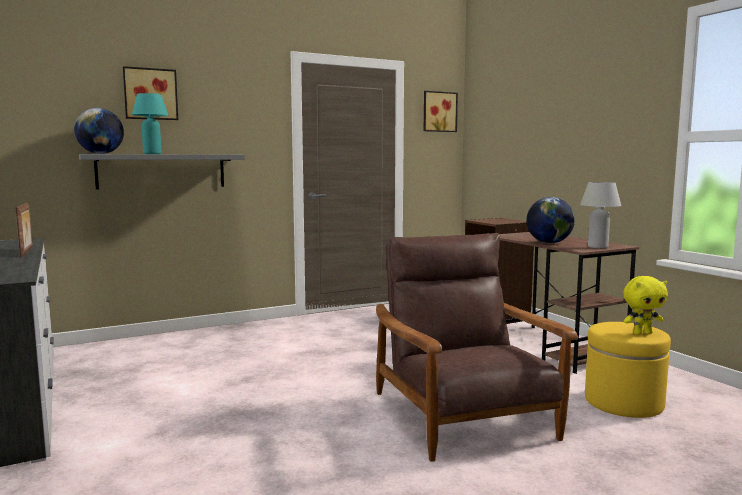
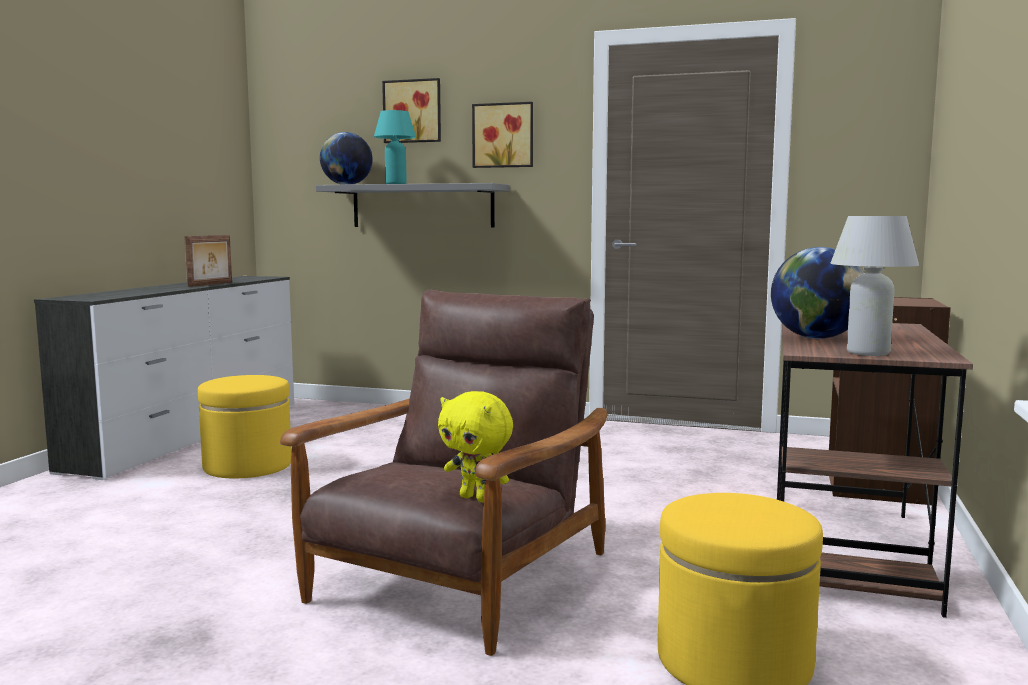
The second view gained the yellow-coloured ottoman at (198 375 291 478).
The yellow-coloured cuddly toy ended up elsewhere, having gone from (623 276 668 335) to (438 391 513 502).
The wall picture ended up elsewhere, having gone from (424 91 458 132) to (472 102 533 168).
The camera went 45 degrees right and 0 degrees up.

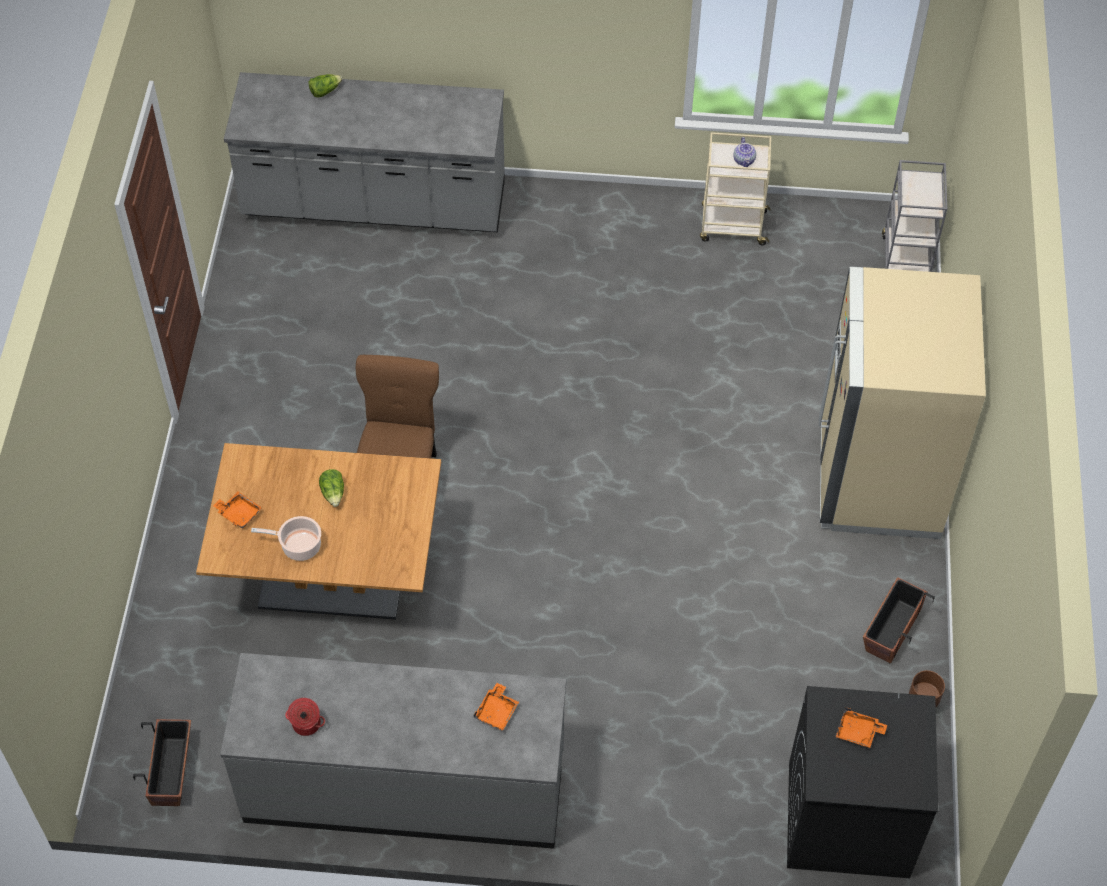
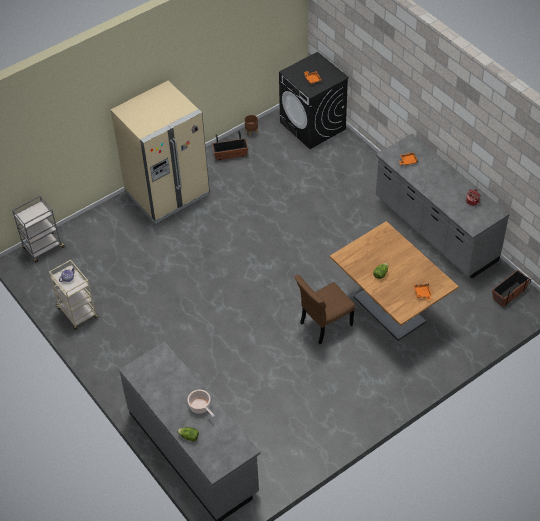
The stockpot ended up elsewhere, having gone from (251 516 321 561) to (187 390 215 417).
The camera went 130 degrees left and 5 degrees down.

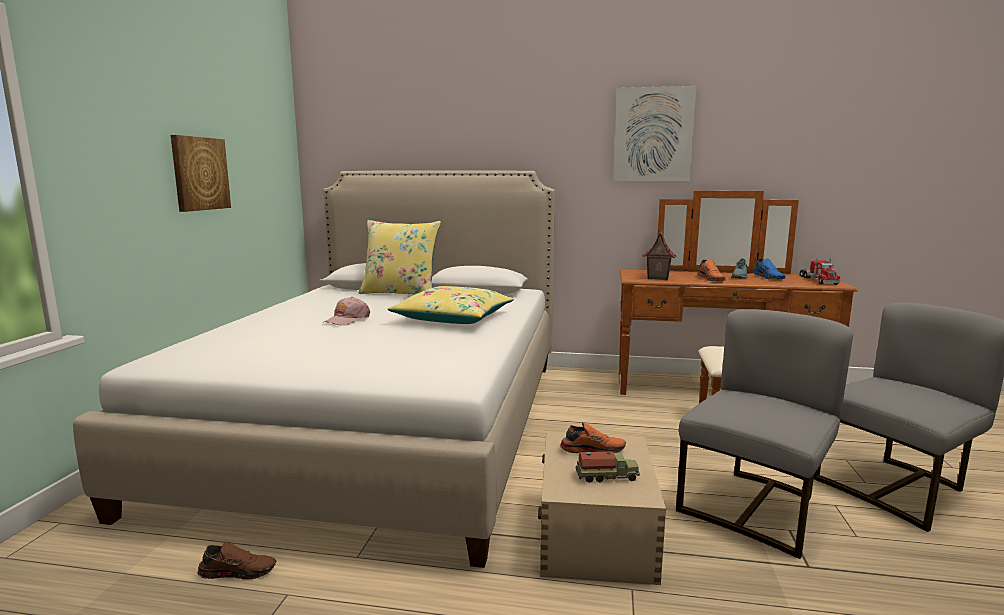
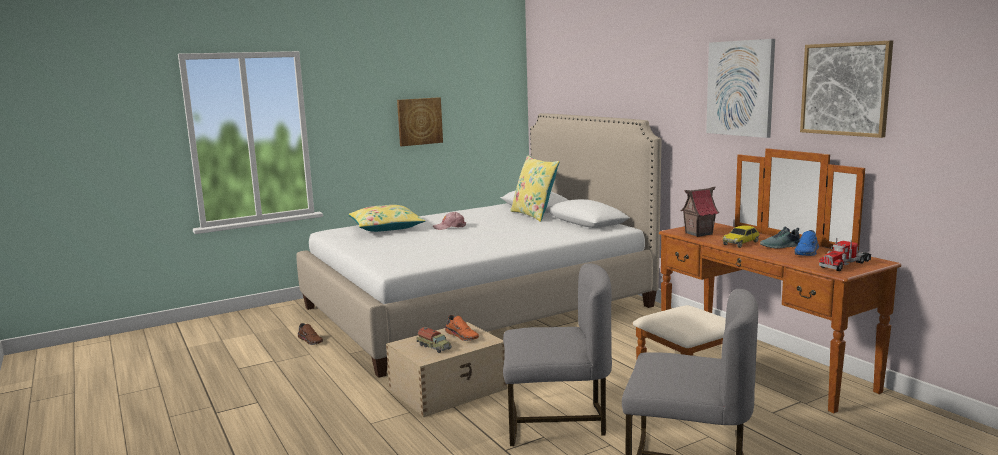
The yellow-coloured pillow ended up elsewhere, having gone from (387 286 514 324) to (348 205 425 232).
Where the orangey shoe stood at (697 260 726 281), the miniature car came to stand at (723 225 759 248).
The second view gained the wall picture at (800 41 893 138).
The camera went 50 degrees right and 0 degrees up.

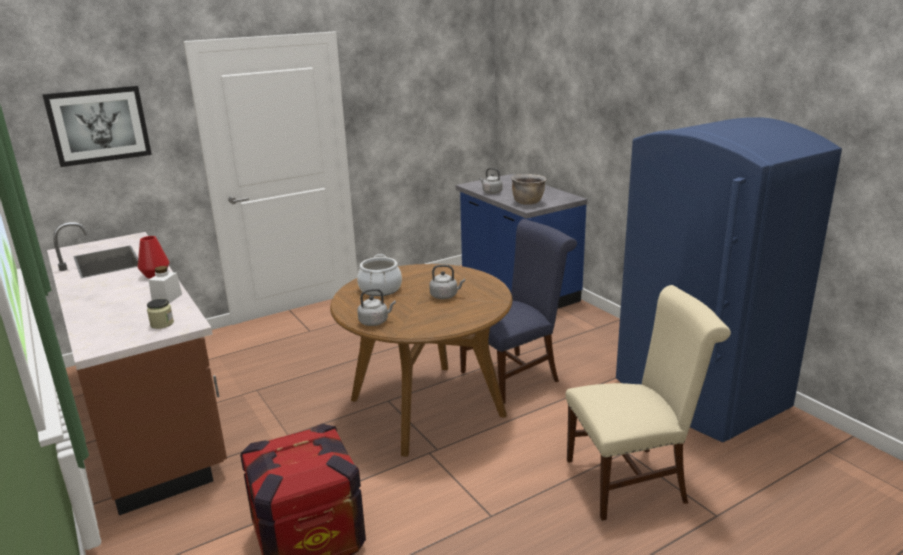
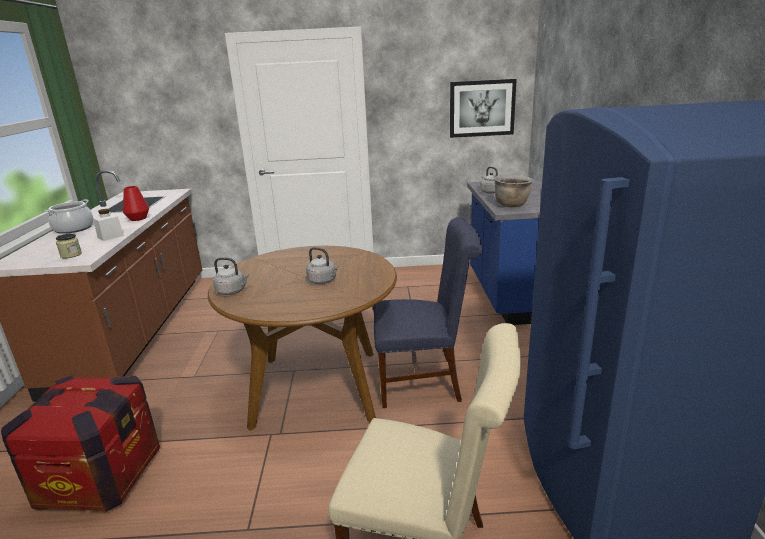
The stockpot ended up elsewhere, having gone from (357 254 402 296) to (44 200 93 234).
The wall picture ended up elsewhere, having gone from (42 86 152 167) to (450 79 517 138).
The camera went 30 degrees right and 0 degrees up.

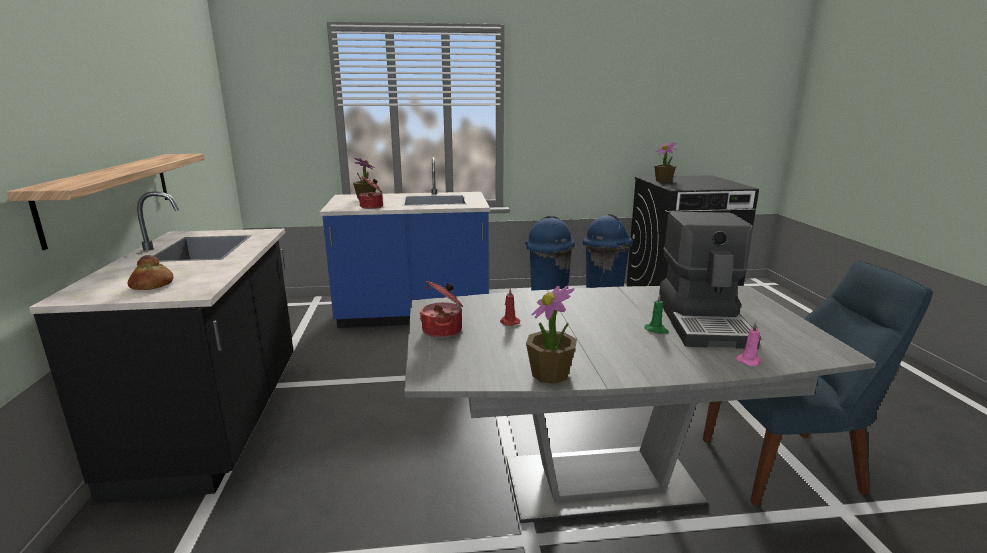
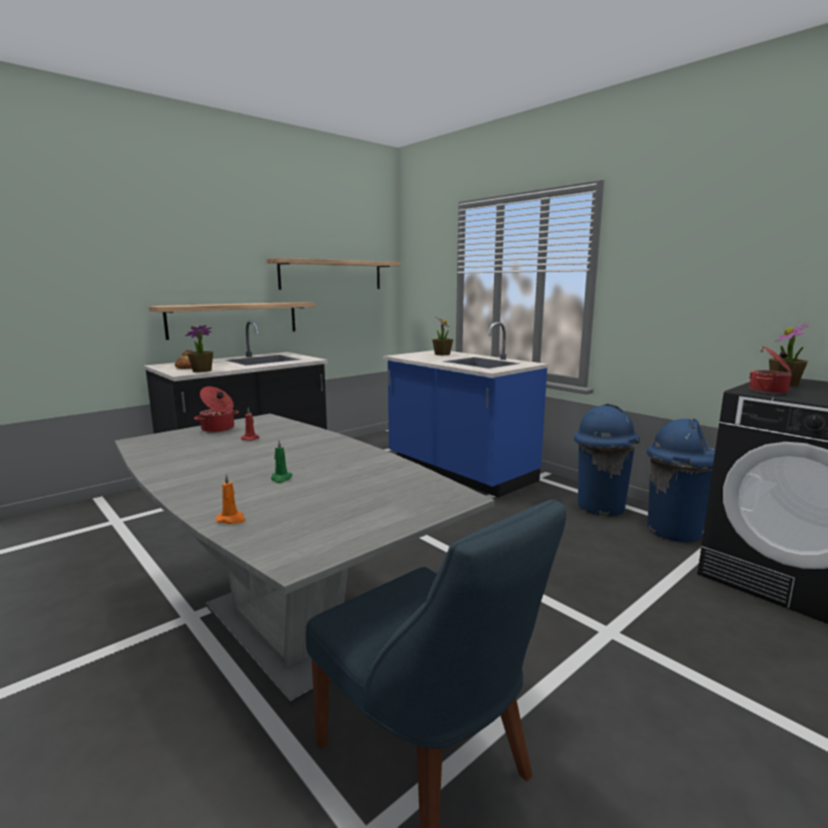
The potted plant ended up elsewhere, having gone from (526 284 577 384) to (185 325 213 372).
What was the pink wax light at (736 322 762 366) turned into the orangey wax light at (216 473 246 524).
The second view gained the bracket shelf at (267 258 400 290).
The stockpot ended up elsewhere, having gone from (358 177 383 209) to (749 346 792 394).
The second view lost the coffee brewer at (659 212 761 349).
The camera went 55 degrees right and 5 degrees down.

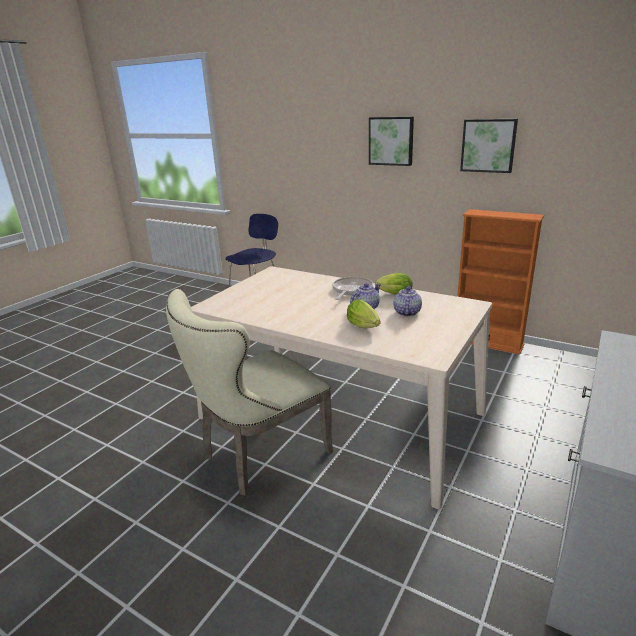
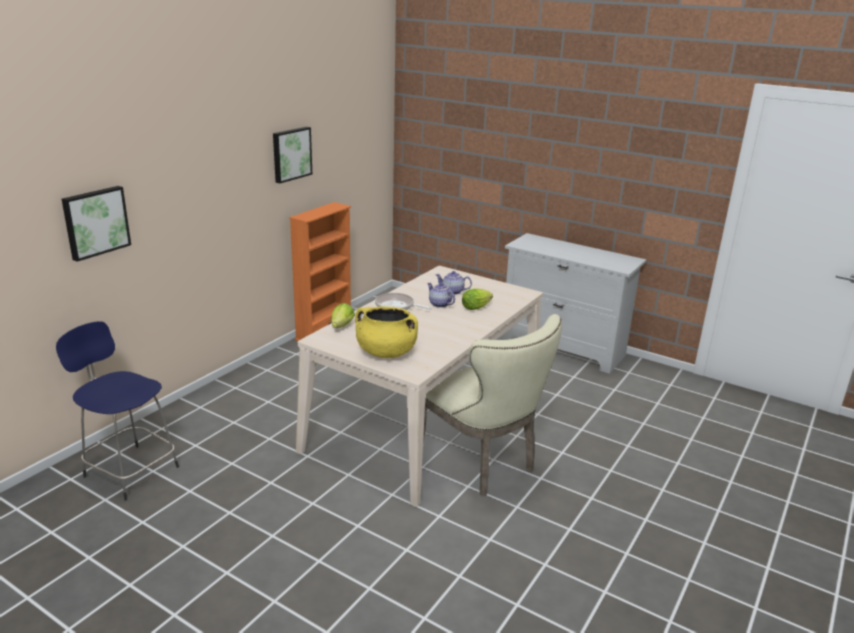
The wall picture ended up elsewhere, having gone from (369 116 414 166) to (62 186 131 262).
The head of lettuce ended up elsewhere, having gone from (375 273 413 295) to (331 303 355 328).
The second view gained the yellow-coloured stockpot at (355 306 418 358).
The camera went 90 degrees left and 0 degrees up.

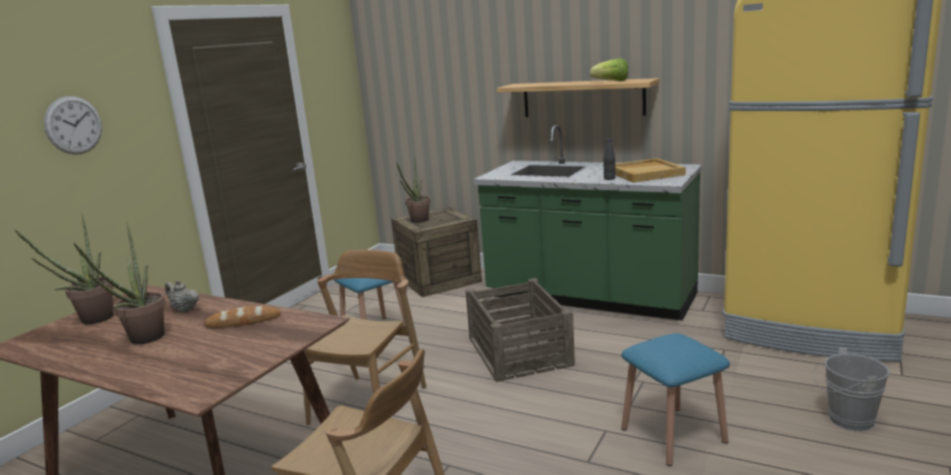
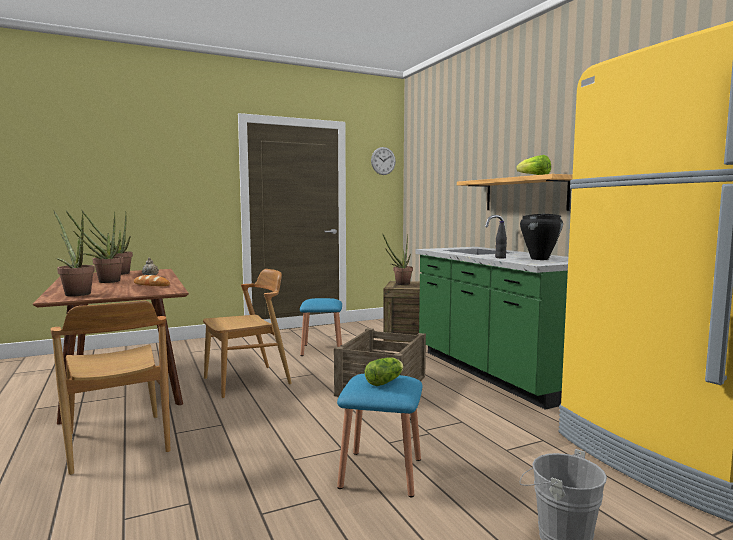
The second view gained the potted plant at (53 210 95 296).
The second view gained the head of lettuce at (365 357 404 386).
The clock on the wall ended up elsewhere, having gone from (44 96 102 155) to (371 147 396 175).
Where the beige-coloured carrying tray stood at (615 158 686 183), the black stockpot came to stand at (520 214 563 260).
The camera went 35 degrees right and 10 degrees down.

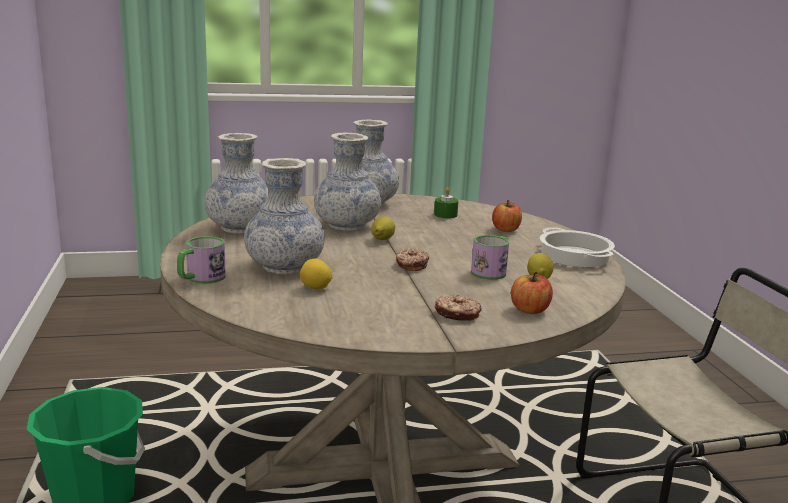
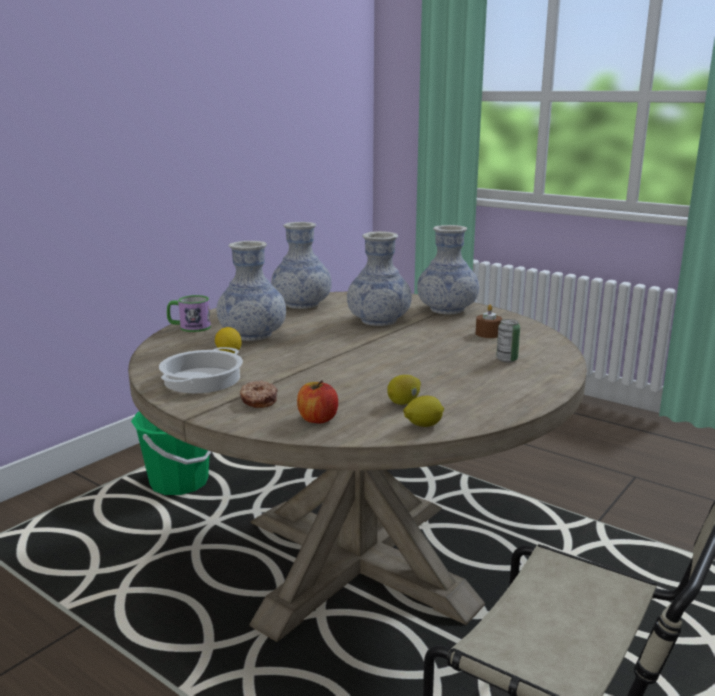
The stockpot ended up elsewhere, having gone from (540 228 615 267) to (159 347 243 393).
The lemon ended up elsewhere, having gone from (371 216 395 240) to (403 396 444 427).
What was the green wax light at (434 187 459 218) turned into the brown wax light at (476 305 502 338).
Where the apple fruit stood at (492 200 522 232), the can came to stand at (496 319 520 363).
The second view lost the donut at (396 248 429 271).
The second view lost the coffee mug at (471 235 509 280).
The camera went 50 degrees right and 0 degrees up.

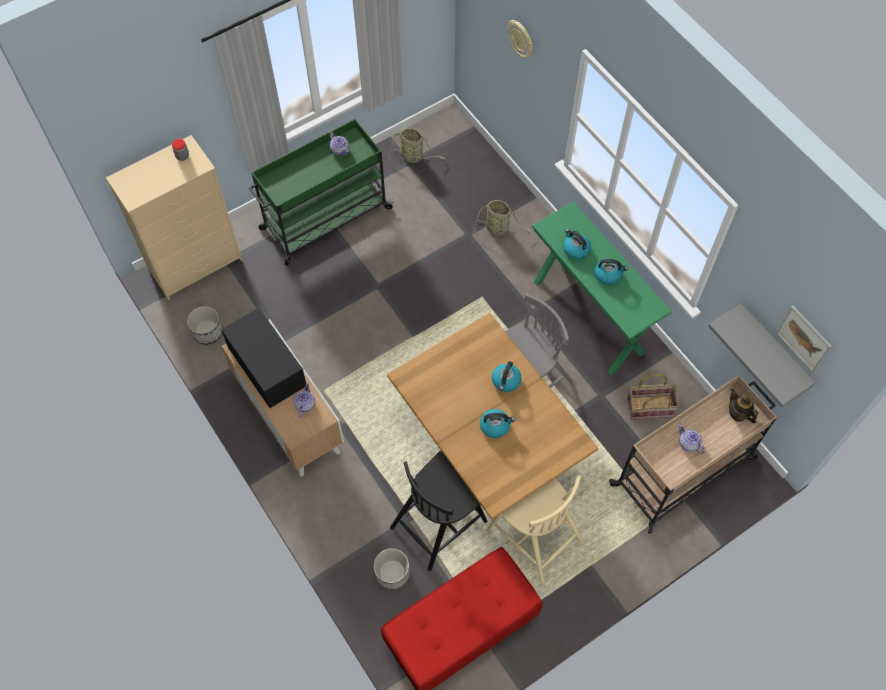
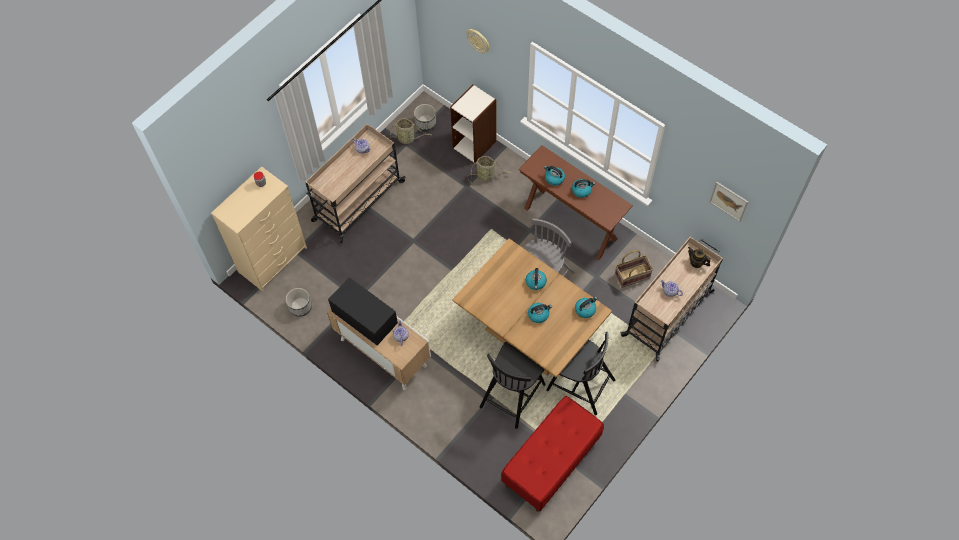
What was the green wheeled cart at (249 119 394 266) turned into the beige-coloured wheeled cart at (305 124 406 243).
The planter ended up elsewhere, having gone from (374 548 410 590) to (414 104 436 131).
The second view gained the bookcase at (450 85 496 163).
What was the green narrow table at (532 202 672 375) turned into the brown narrow table at (518 145 633 260).
What was the beige-coloured plain chair at (486 476 584 583) turned into the black plain chair at (546 332 615 415).
The second view gained the kettle at (575 296 598 318).
The second view lost the gray bracket shelf at (708 303 816 408).
The camera went 15 degrees left and 0 degrees up.

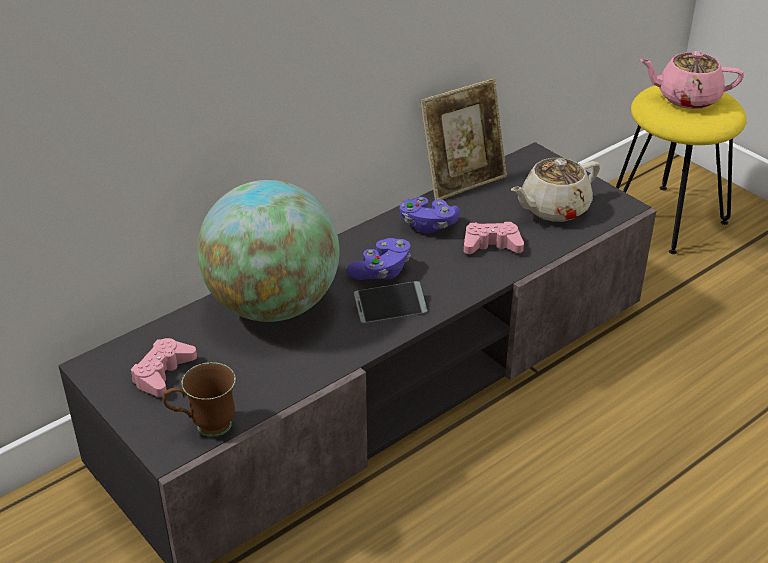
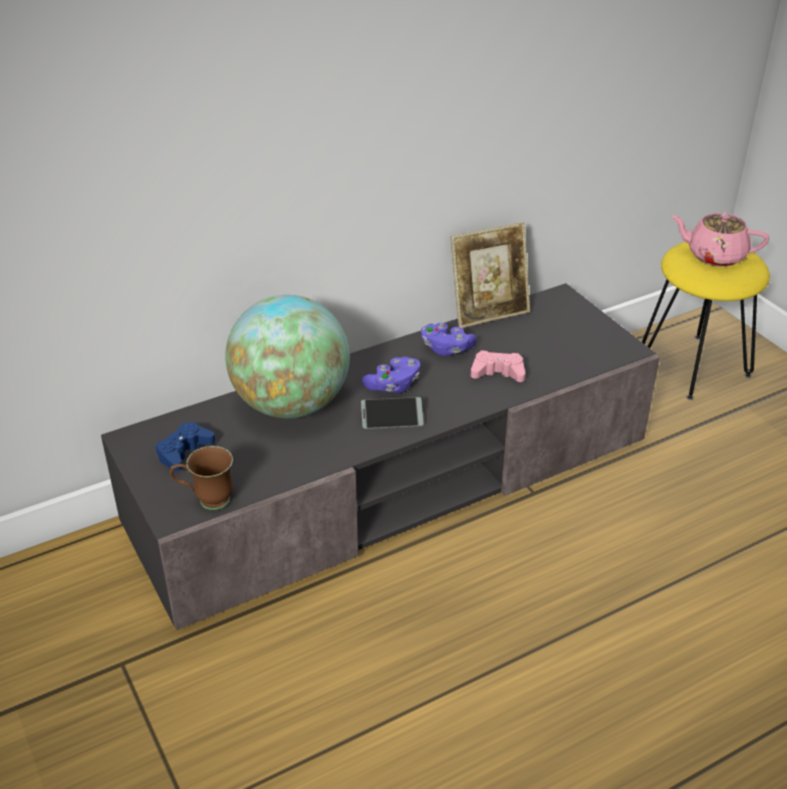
What was the pink game controller at (131 338 197 397) turned into the blue game controller at (156 422 215 471).
The second view lost the beige-coloured tea pot at (511 158 600 222).
The camera went 10 degrees right and 0 degrees up.

